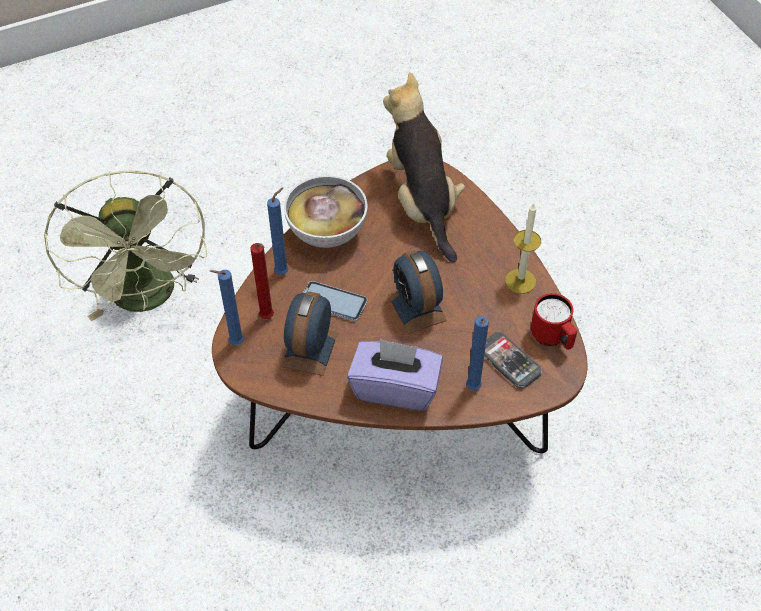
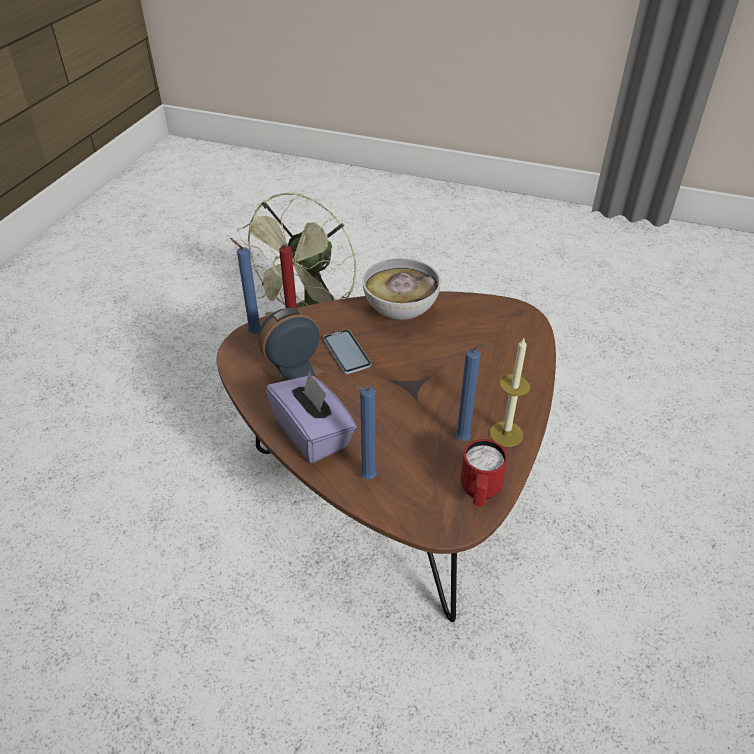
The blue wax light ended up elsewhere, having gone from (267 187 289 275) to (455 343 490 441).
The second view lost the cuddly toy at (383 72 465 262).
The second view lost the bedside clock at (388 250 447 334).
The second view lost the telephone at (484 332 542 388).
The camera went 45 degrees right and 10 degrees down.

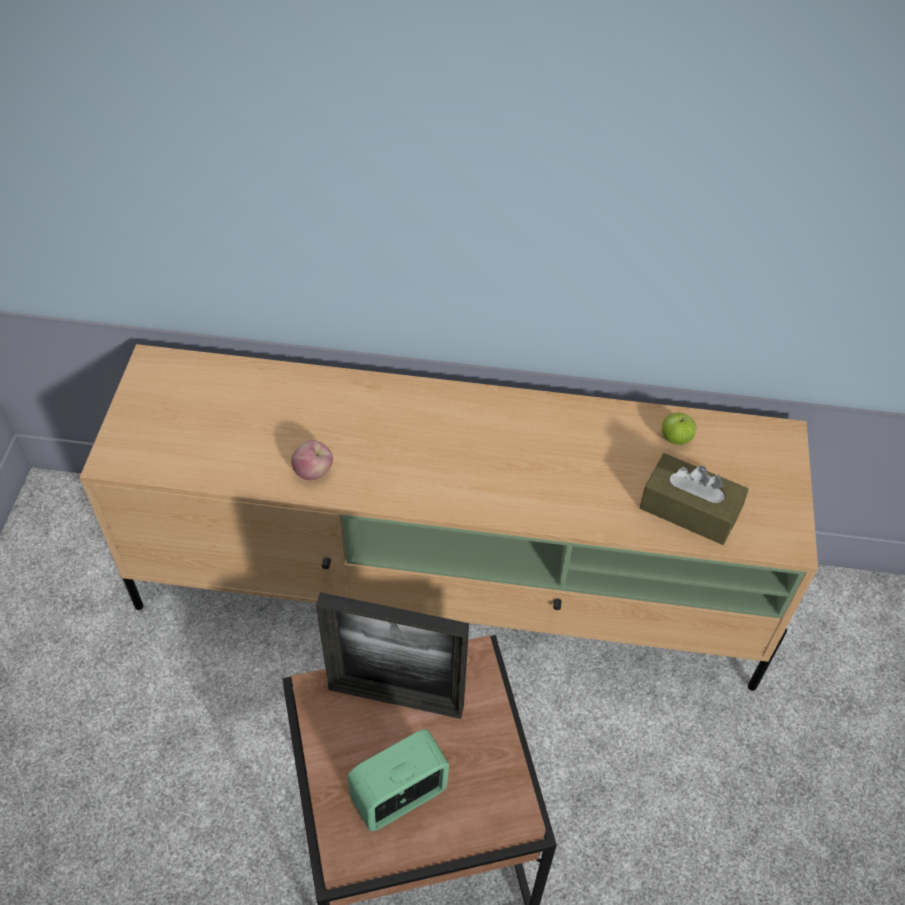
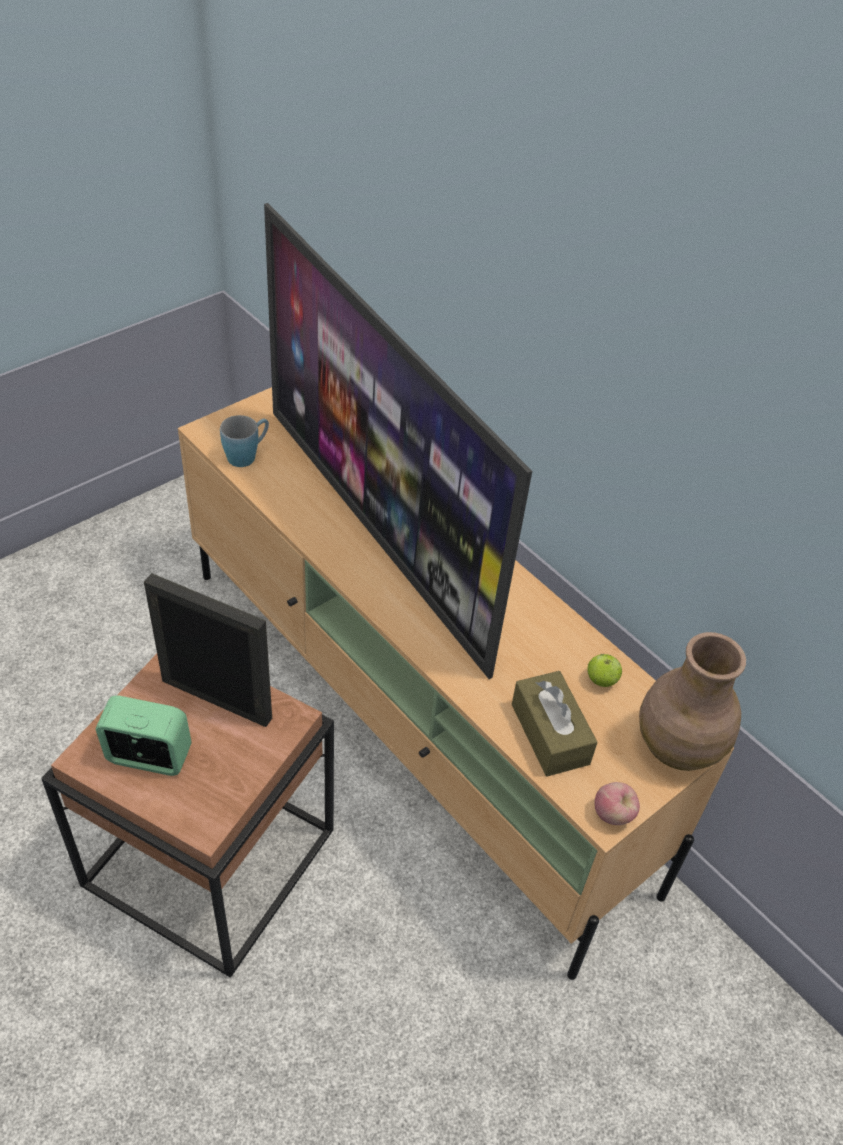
The photo frame at (316 592 469 719) ended up facing another way, 150 degrees clockwise from before.
The second view gained the blue coffee mug at (220 415 269 467).
The second view gained the TV at (264 203 532 679).
The apple fruit ended up elsewhere, having gone from (291 440 333 480) to (594 782 640 825).
The second view gained the brown vase at (639 632 746 771).
The camera went 40 degrees right and 5 degrees down.

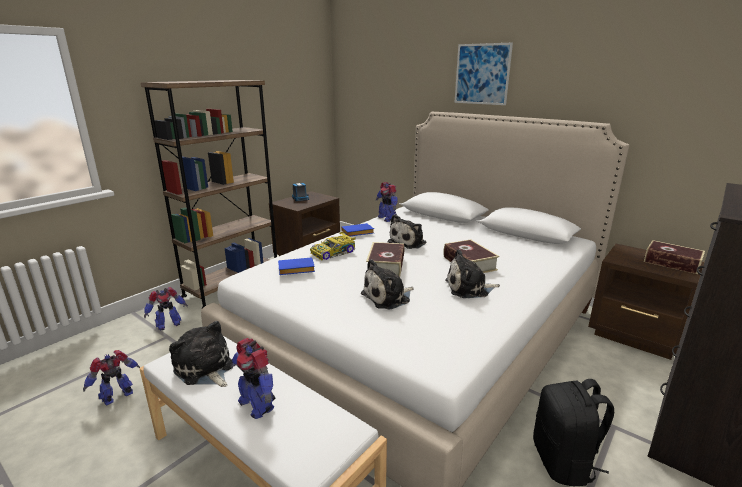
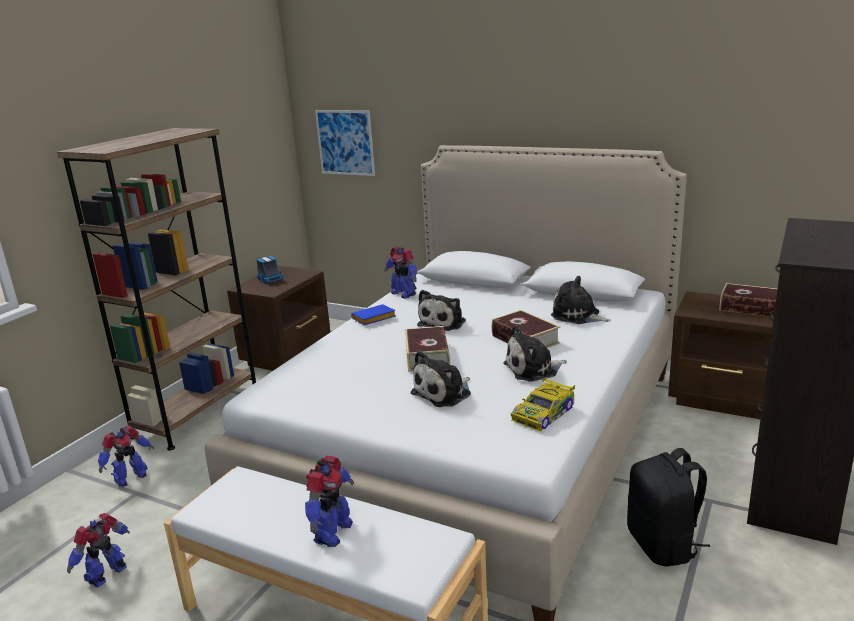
The toy robot at (231 338 276 419) ended up facing another way, 105 degrees counterclockwise from before.
The wall picture ended up elsewhere, having gone from (455 43 513 105) to (315 110 375 176).
The miniature car ended up elsewhere, having gone from (310 232 356 260) to (511 376 575 431).
The cuddly toy ended up elsewhere, having gone from (169 321 233 387) to (551 276 611 324).
The second view lost the blue bound book at (278 257 315 275).
The camera went 10 degrees left and 0 degrees up.

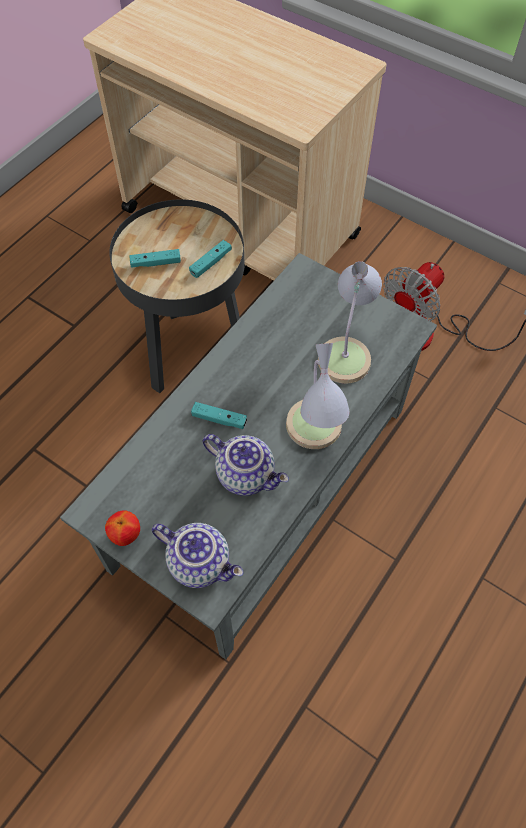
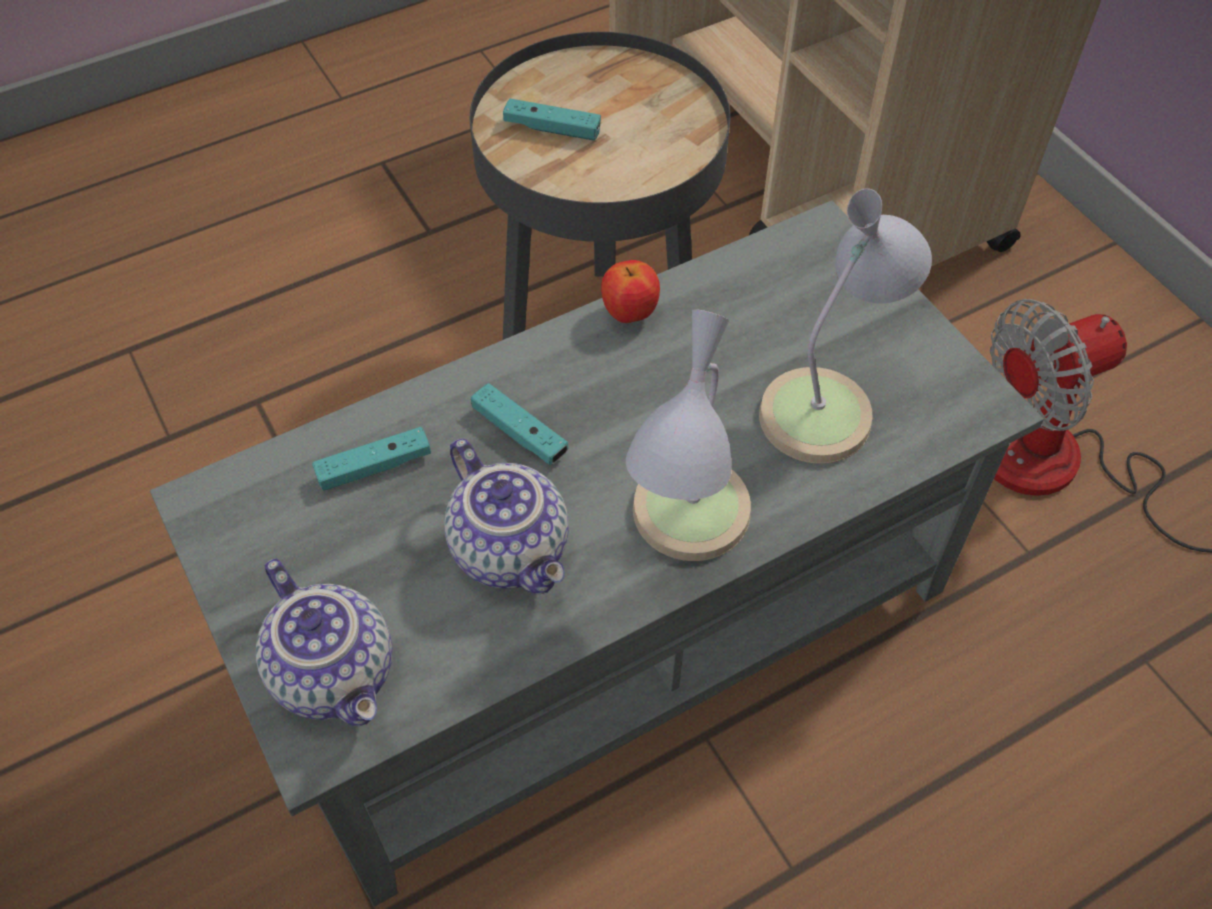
The turquoise-coloured game controller ended up elsewhere, having gone from (189 240 232 278) to (312 427 431 491).
The apple fruit ended up elsewhere, having gone from (105 510 140 546) to (601 260 660 323).
The camera went 25 degrees right and 5 degrees down.

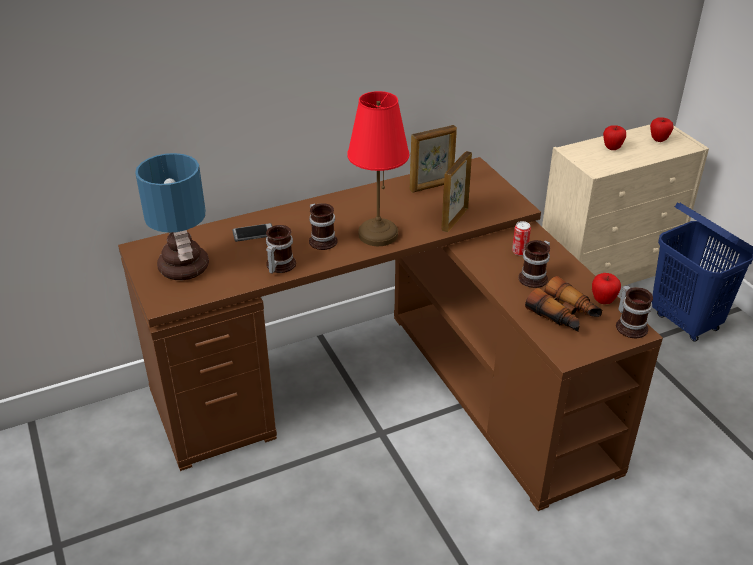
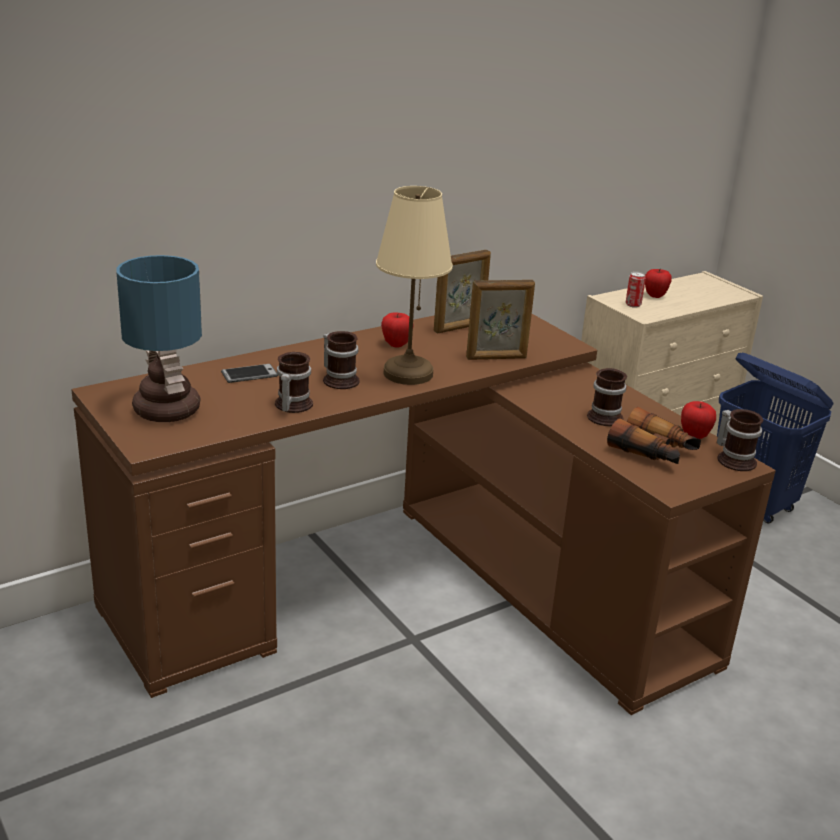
What was the red tabletop lamp at (347 91 409 246) turned into the beige-coloured tabletop lamp at (376 186 453 385).
The apple fruit ended up elsewhere, having gone from (650 117 674 142) to (381 312 414 348).
The photo frame at (442 151 472 232) ended up facing another way, 120 degrees counterclockwise from before.
The can ended up elsewhere, having gone from (512 221 531 256) to (625 271 646 308).
The camera went 10 degrees left and 10 degrees down.

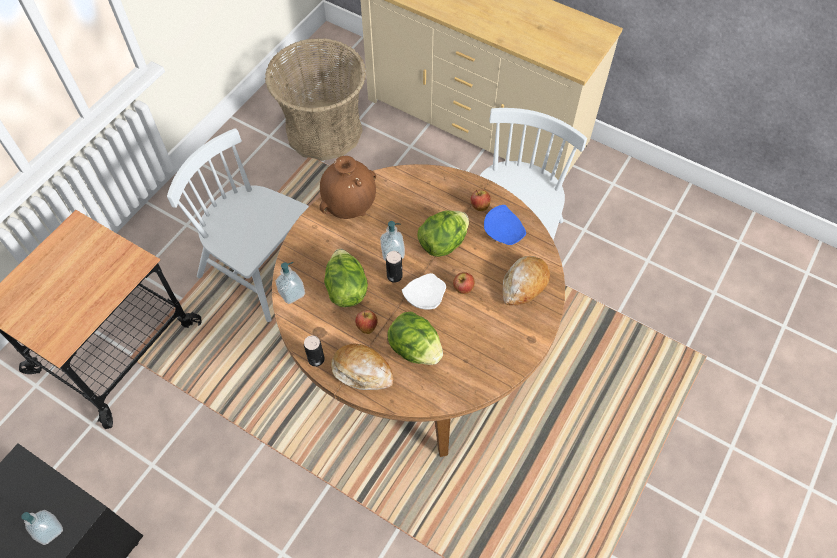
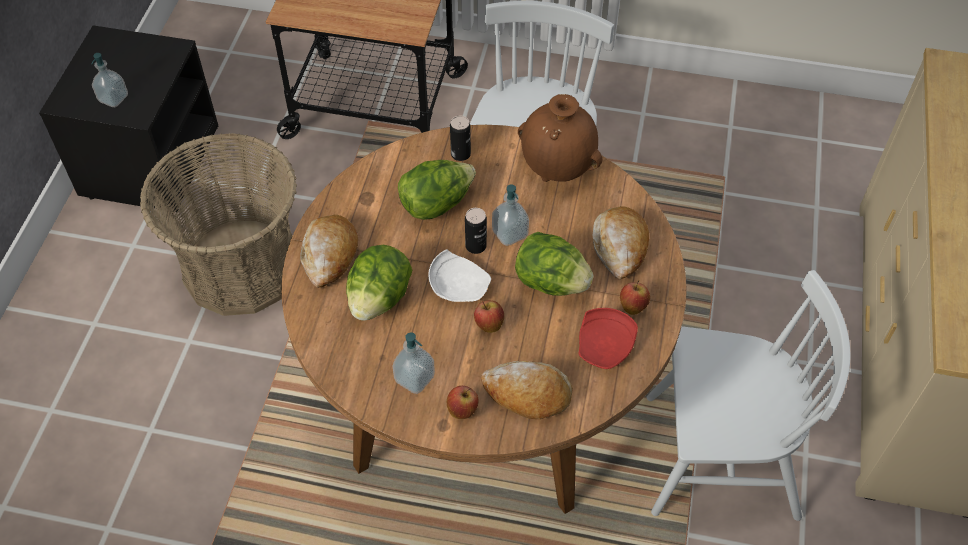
The storage basket ended up elsewhere, having gone from (265 38 366 161) to (140 133 297 316).
The soap dispenser ended up elsewhere, having gone from (276 262 305 304) to (393 332 435 394).
The apple fruit ended up elsewhere, having gone from (355 310 378 334) to (447 386 479 419).
The can ended up elsewhere, having gone from (304 335 325 367) to (450 116 471 161).
What was the blue plate at (484 205 526 245) turned into the red plate at (578 308 638 369).
The second view gained the bread at (593 206 649 280).
The camera went 70 degrees right and 5 degrees down.

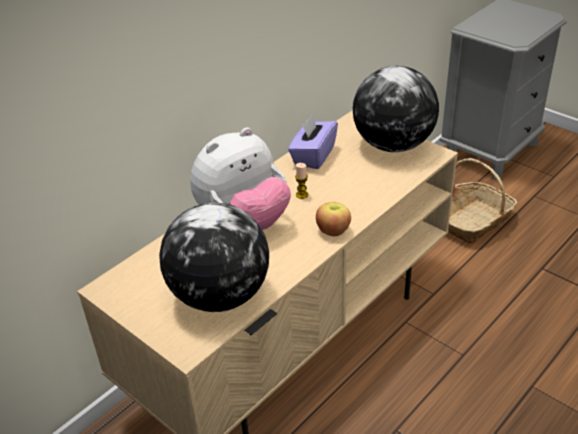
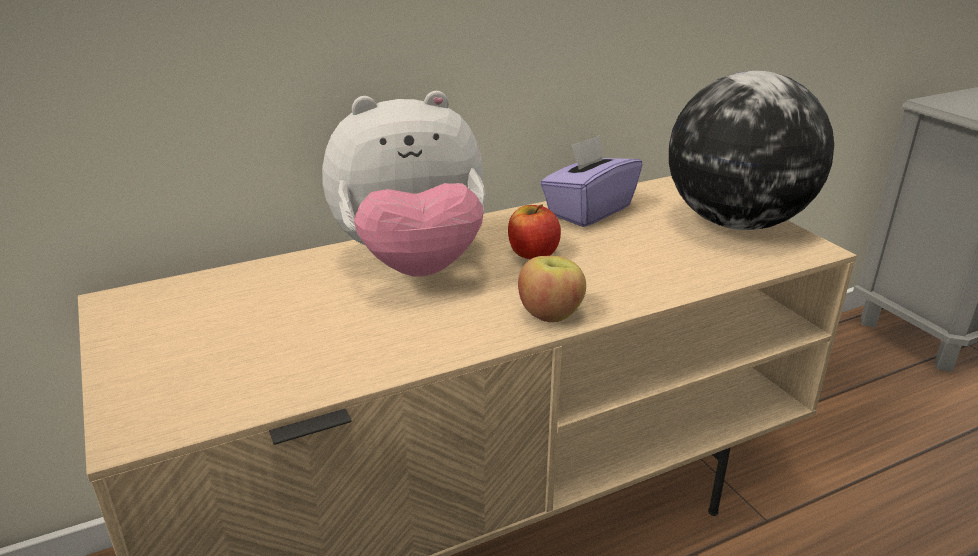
Where the wax light stood at (295 163 308 199), the apple fruit came to stand at (508 204 561 259).
The second view lost the globe at (159 202 269 312).
The second view lost the storage basket at (448 158 518 244).
The camera went 20 degrees right and 10 degrees down.

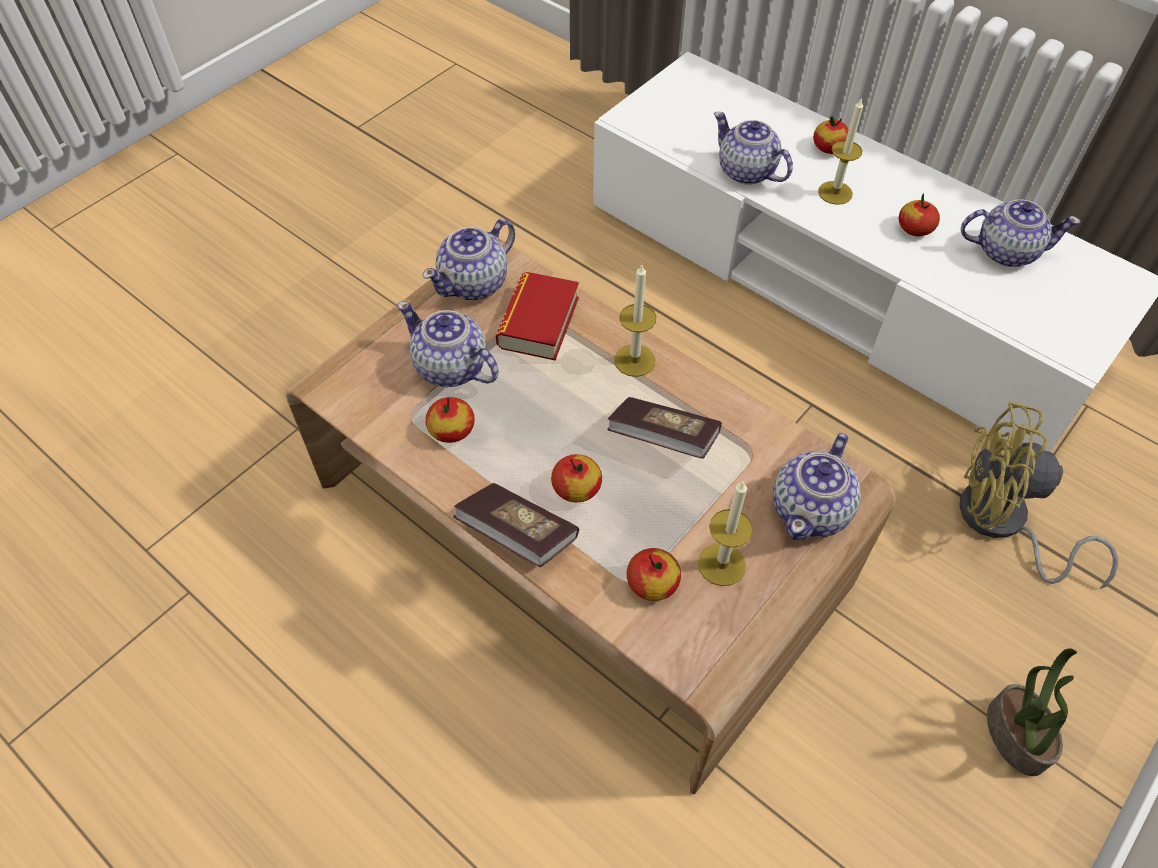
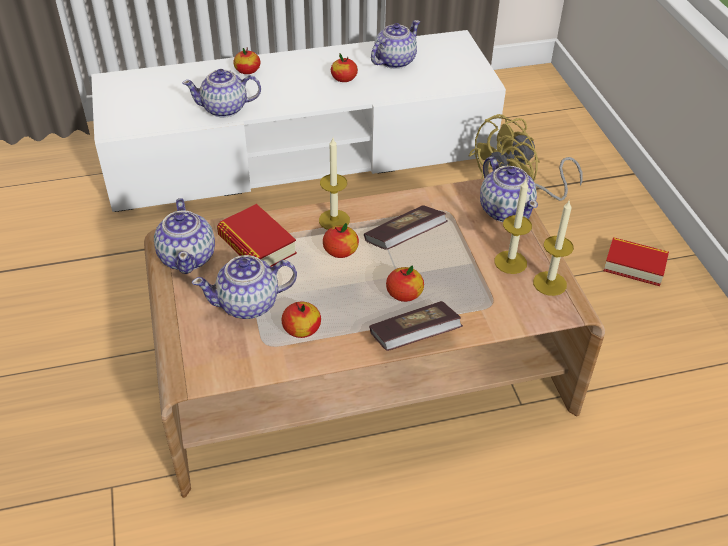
The apple fruit ended up elsewhere, having gone from (627 548 681 601) to (323 223 359 258).
The wax light ended up elsewhere, having gone from (818 98 863 205) to (533 199 574 296).
Where the potted plant stood at (987 648 1077 776), the bound book came to stand at (603 237 669 286).
The camera went 55 degrees left and 10 degrees down.

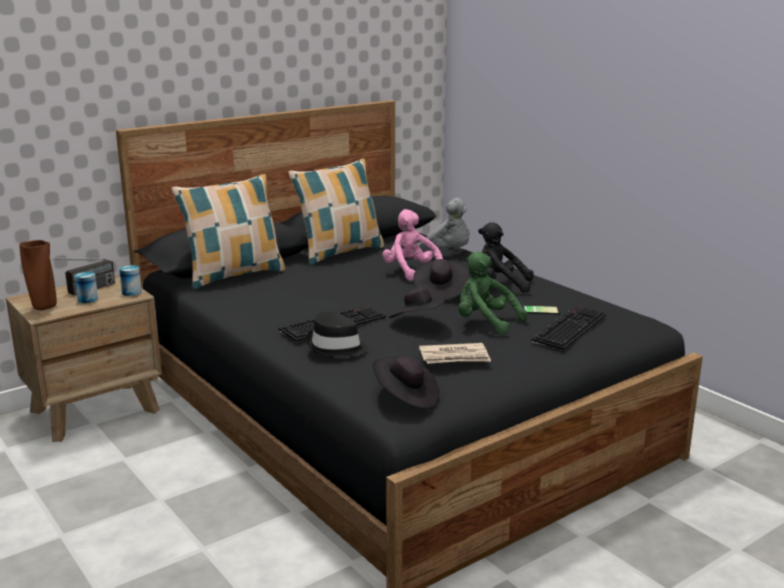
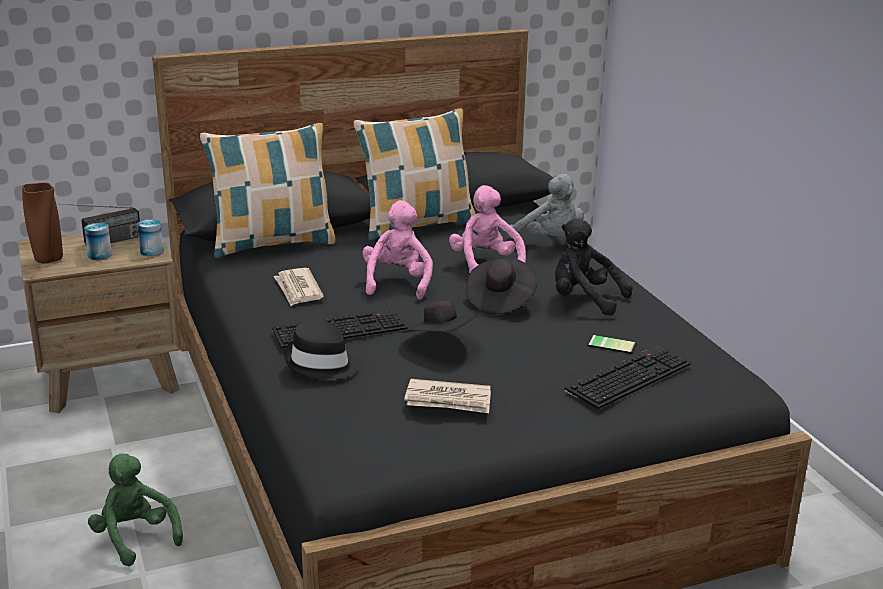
The green cuddly toy ended up elsewhere, having gone from (458 251 527 335) to (88 453 183 566).
The second view gained the printed paper at (274 268 324 306).
The second view gained the pink cuddly toy at (363 200 433 300).
The second view lost the black hat at (372 356 439 409).
The camera went 15 degrees right and 5 degrees up.

